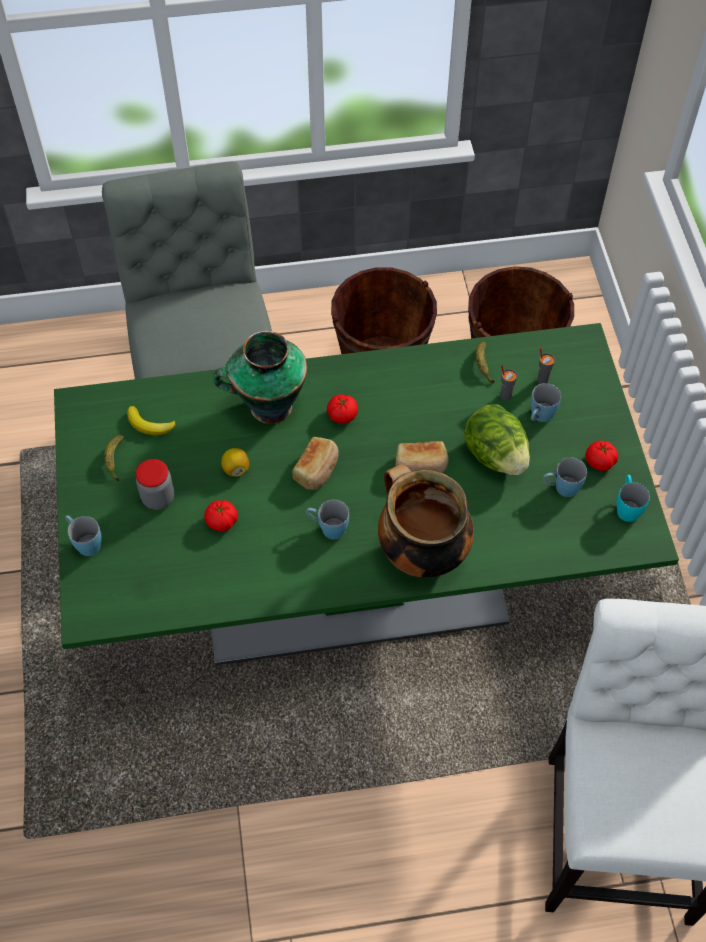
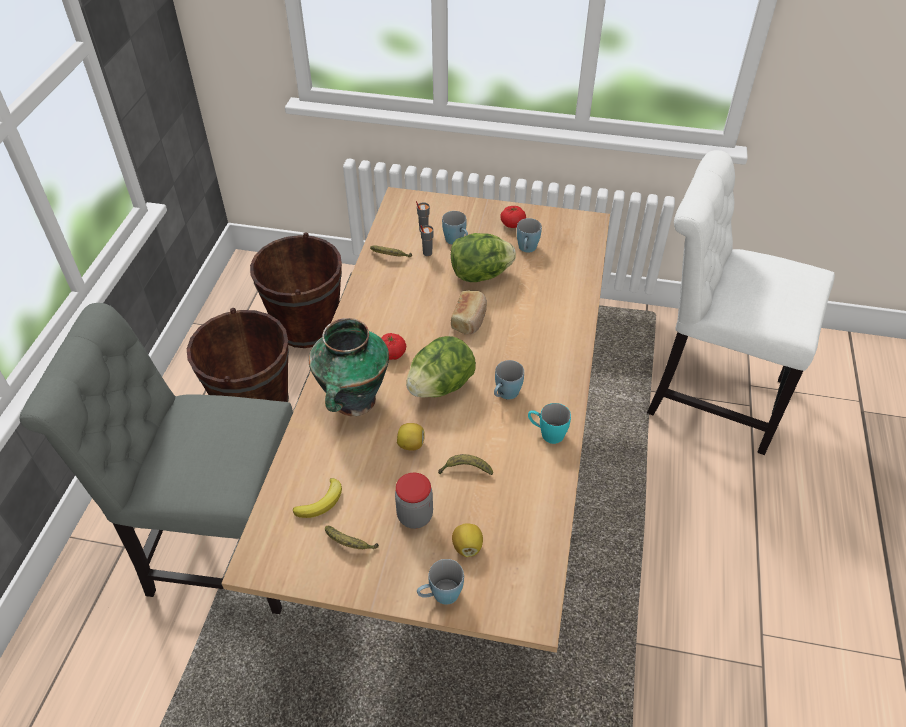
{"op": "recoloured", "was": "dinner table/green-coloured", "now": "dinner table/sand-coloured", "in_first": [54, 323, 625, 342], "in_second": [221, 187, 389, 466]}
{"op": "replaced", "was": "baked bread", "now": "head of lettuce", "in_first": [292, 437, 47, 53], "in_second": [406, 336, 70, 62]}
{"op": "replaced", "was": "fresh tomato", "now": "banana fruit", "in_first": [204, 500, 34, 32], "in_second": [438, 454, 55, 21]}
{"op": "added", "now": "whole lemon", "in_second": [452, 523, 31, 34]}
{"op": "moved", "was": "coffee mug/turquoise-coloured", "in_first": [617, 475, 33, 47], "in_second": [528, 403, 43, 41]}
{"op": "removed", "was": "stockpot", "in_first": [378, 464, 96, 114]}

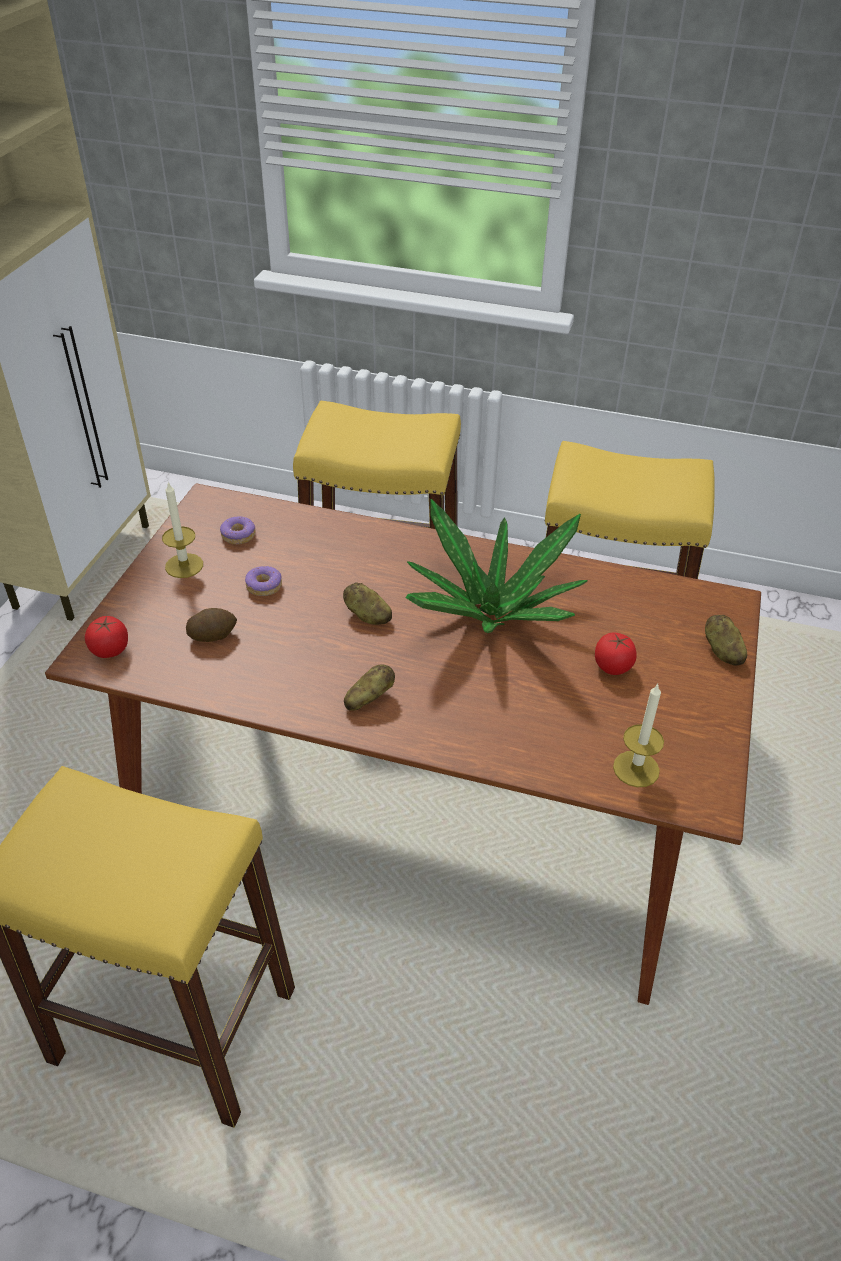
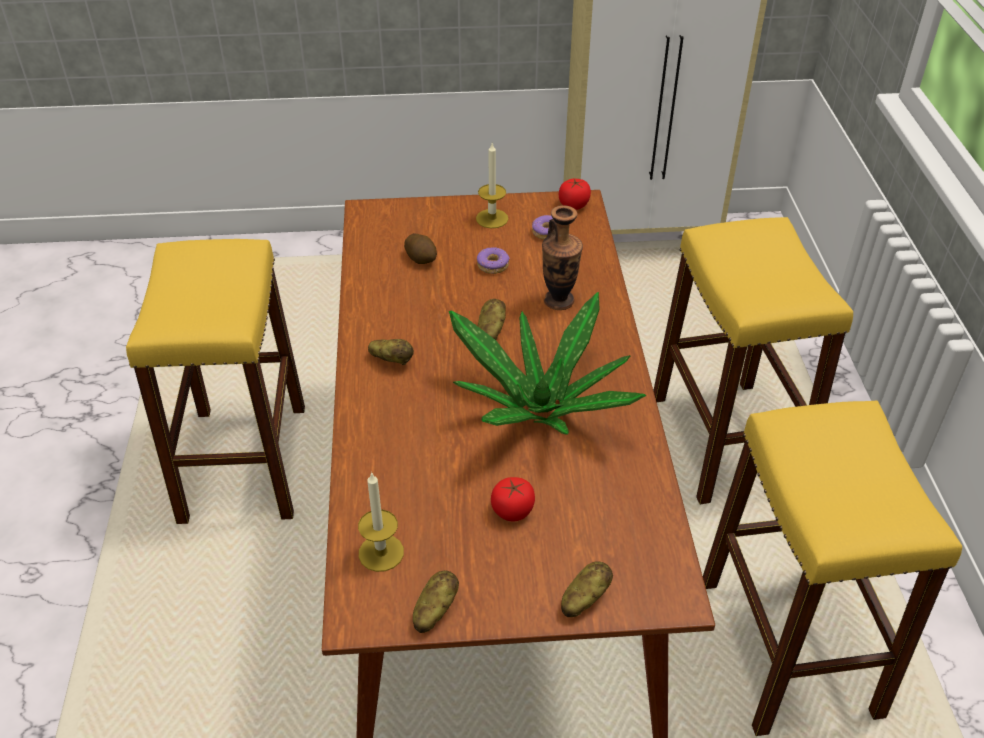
{"op": "added", "now": "whole potato", "in_second": [413, 570, 46, 63]}
{"op": "added", "now": "flower vase", "in_second": [542, 205, 41, 105]}
{"op": "moved", "was": "fresh tomato", "in_first": [85, 616, 43, 42], "in_second": [559, 179, 32, 31]}

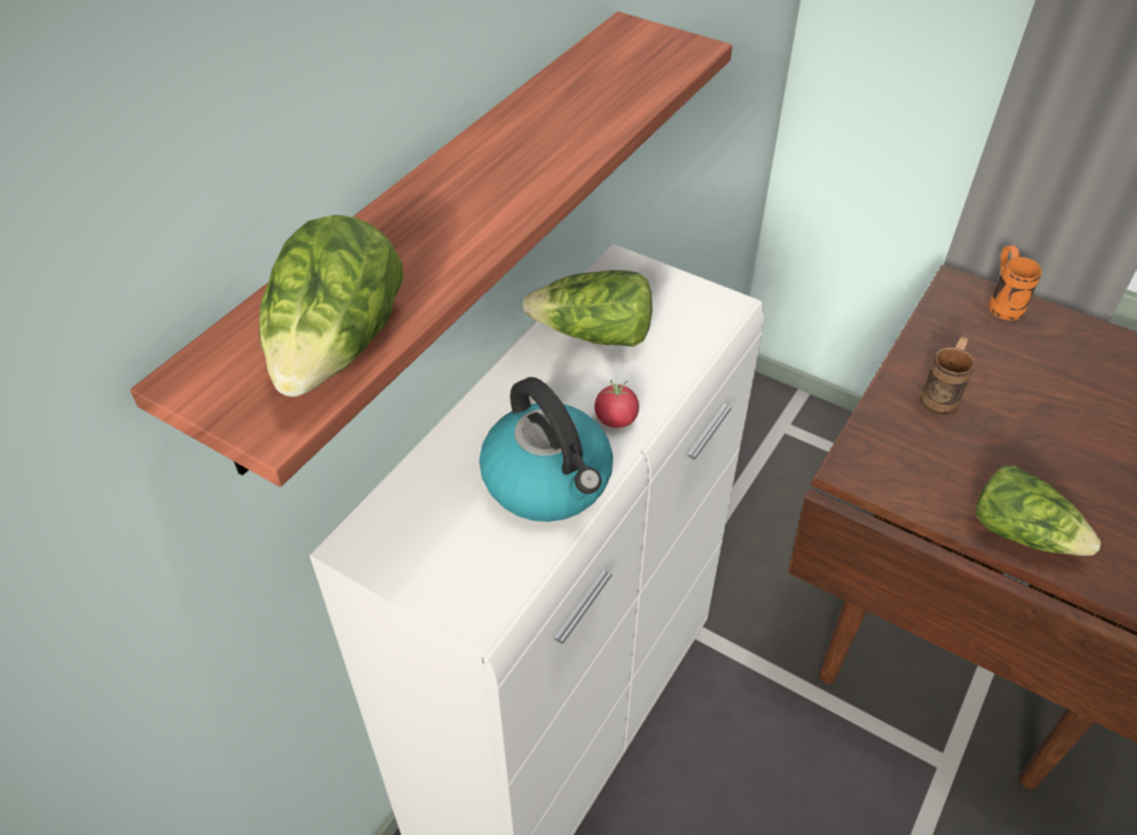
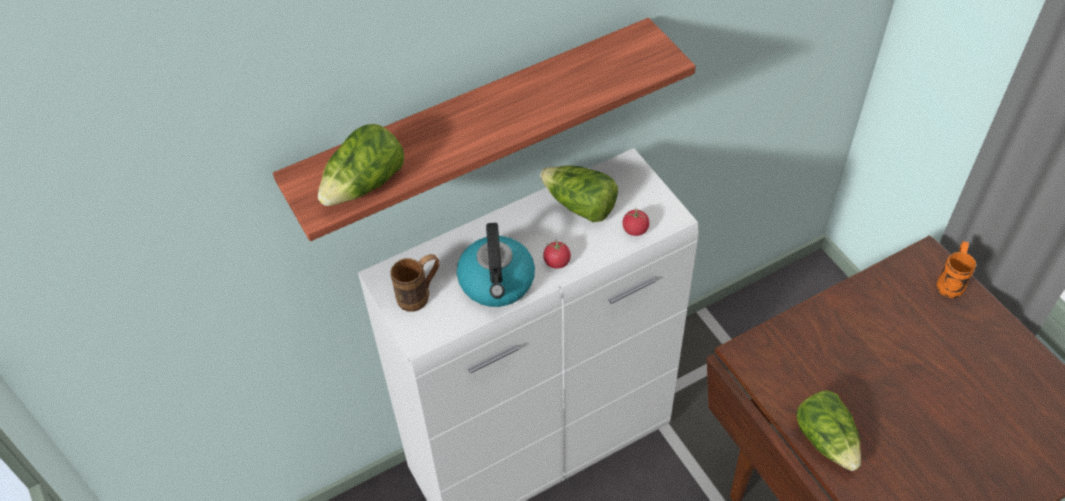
{"op": "moved", "was": "coffee mug/brown-coloured", "in_first": [920, 336, 55, 79], "in_second": [390, 254, 49, 58]}
{"op": "added", "now": "fresh tomato", "in_second": [622, 208, 27, 28]}

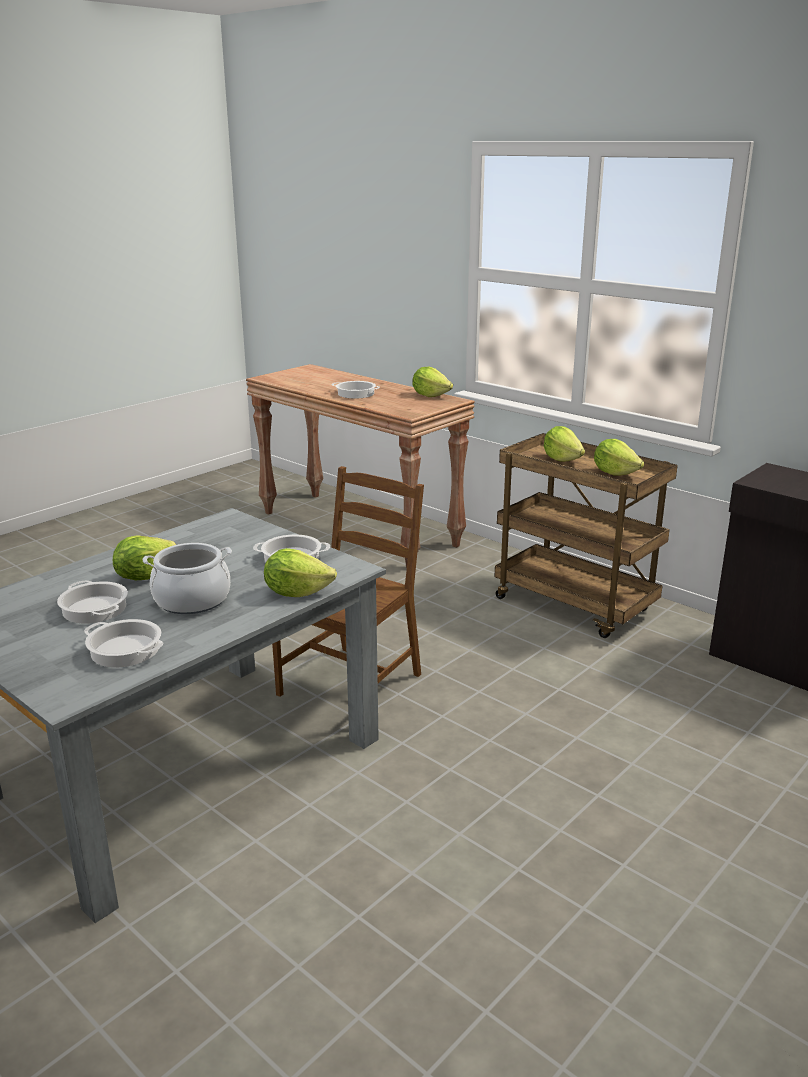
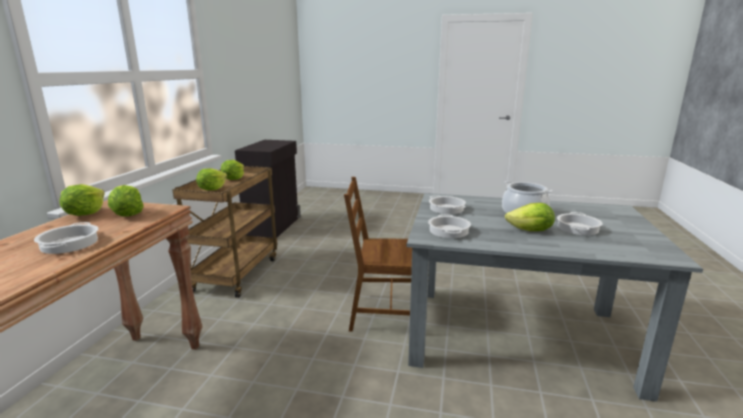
{"op": "moved", "was": "head of lettuce", "in_first": [264, 548, 73, 49], "in_second": [108, 185, 36, 32]}
{"op": "moved", "was": "stockpot", "in_first": [84, 619, 80, 48], "in_second": [428, 214, 43, 24]}

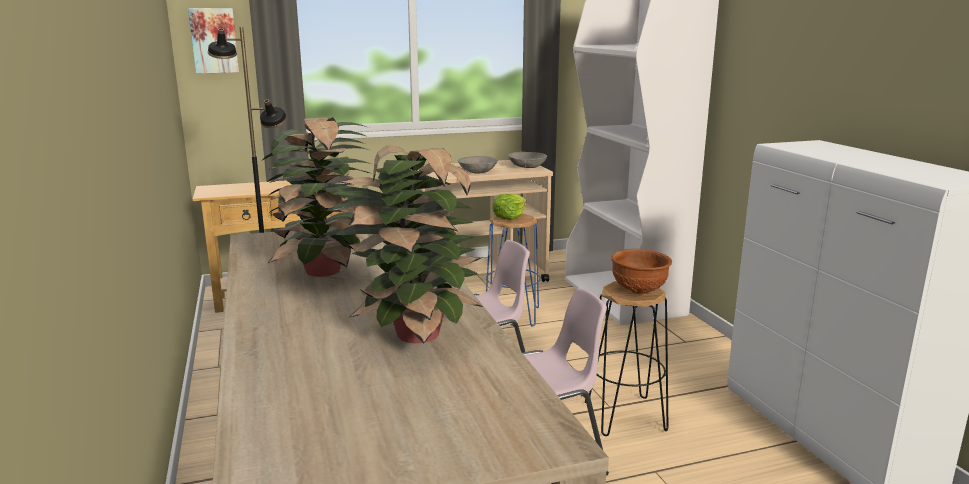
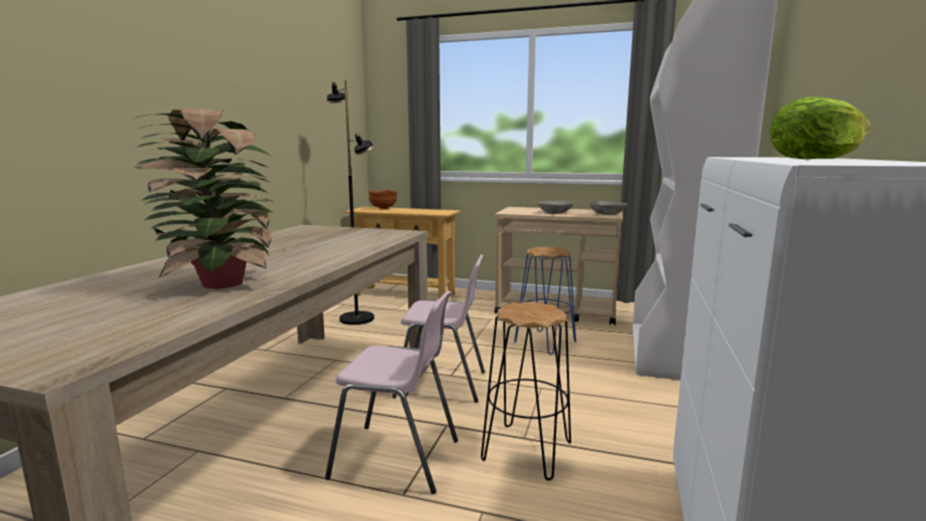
{"op": "moved", "was": "serving bowl/brown-coloured", "in_first": [611, 249, 61, 45], "in_second": [368, 190, 30, 19]}
{"op": "moved", "was": "head of lettuce", "in_first": [492, 194, 34, 26], "in_second": [769, 97, 102, 62]}
{"op": "removed", "was": "wall picture", "in_first": [188, 8, 51, 66]}
{"op": "removed", "was": "plant in a pot", "in_first": [263, 117, 109, 160]}

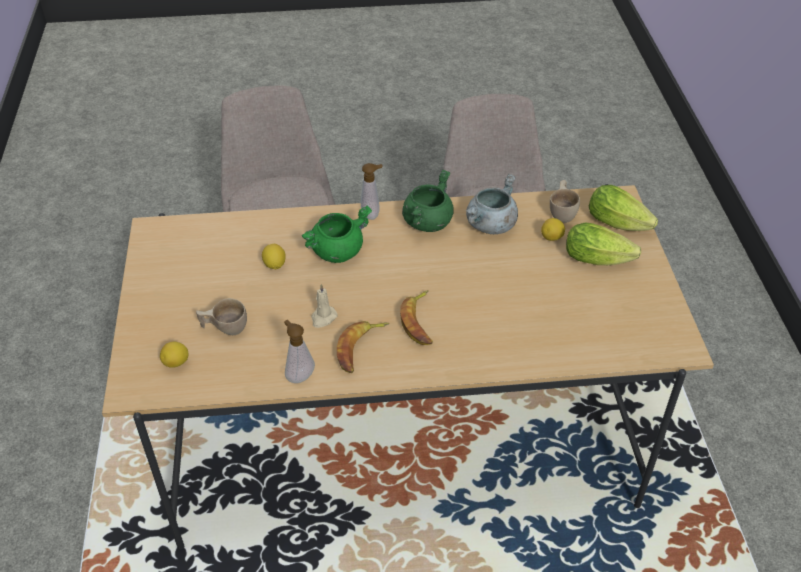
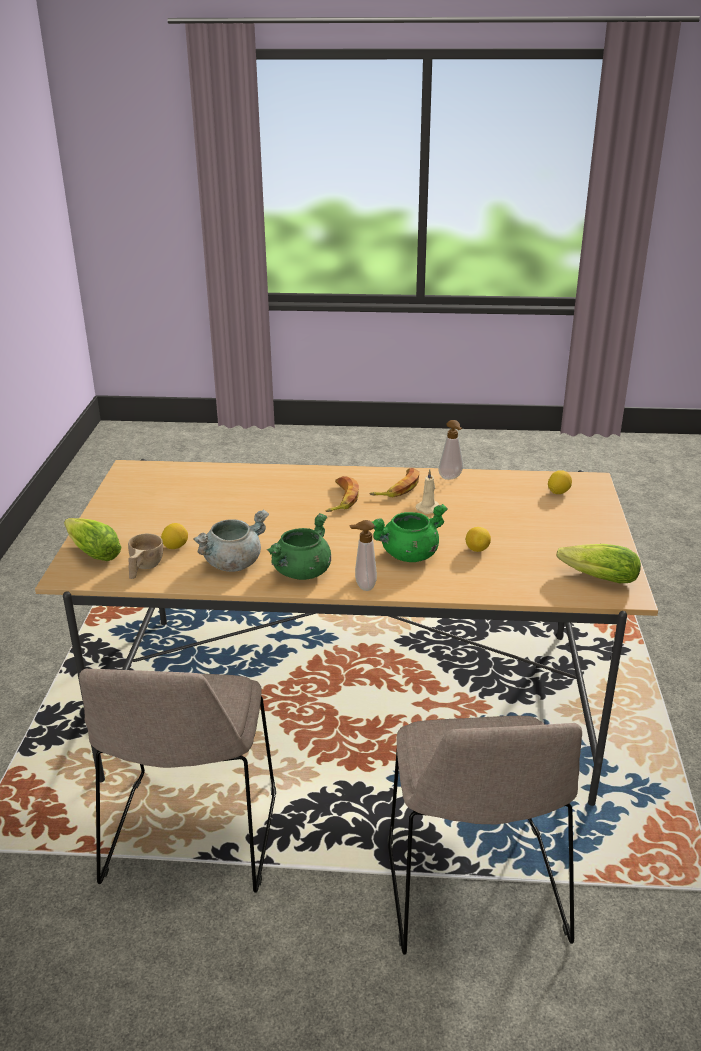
{"op": "moved", "was": "head of lettuce", "in_first": [566, 222, 75, 43], "in_second": [557, 544, 84, 39]}
{"op": "removed", "was": "drinking cup/sand-coloured", "in_first": [196, 298, 51, 37]}

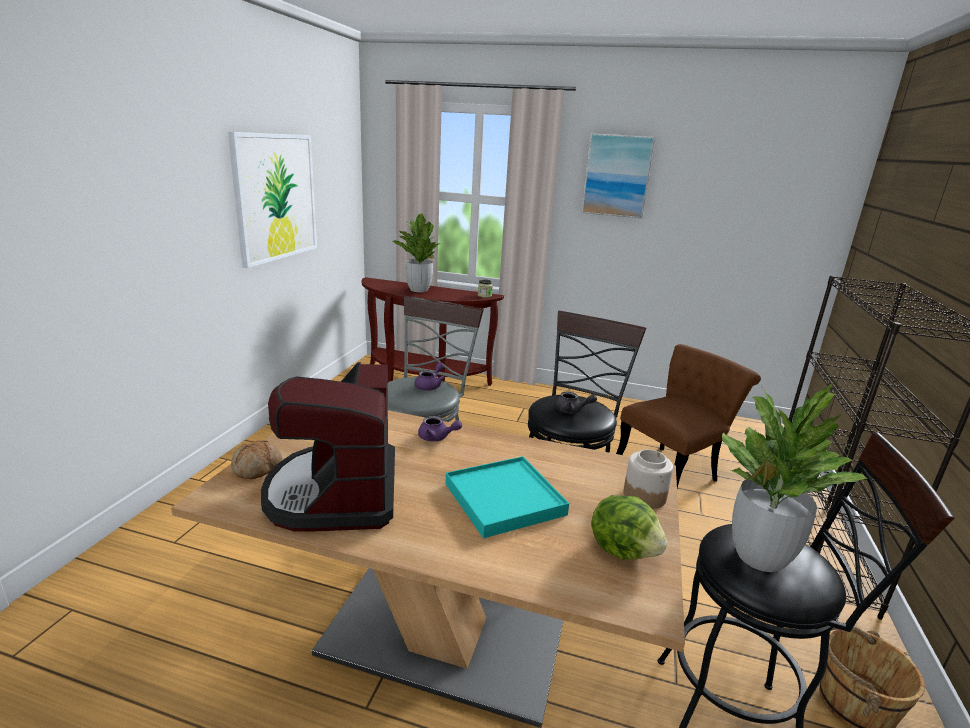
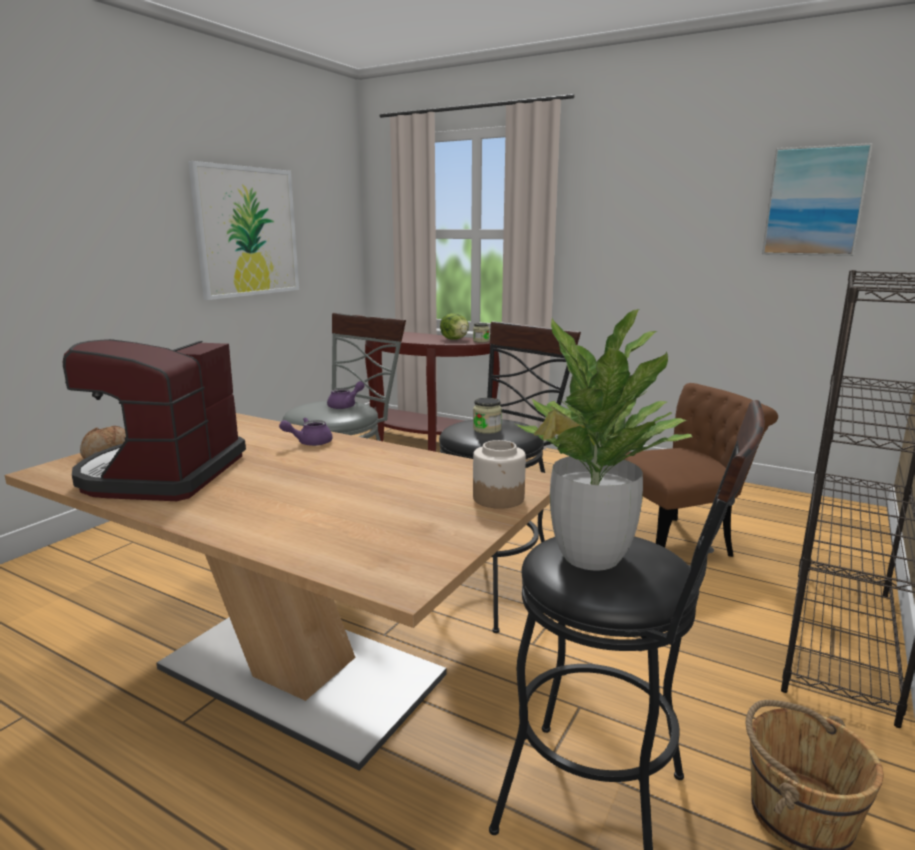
{"op": "turned", "was": "pot for tea/purple-coloured", "in_first": [418, 416, 44, 25], "in_second": [279, 418, 54, 28], "clockwise": 120}
{"op": "moved", "was": "head of lettuce", "in_first": [591, 495, 76, 65], "in_second": [440, 313, 29, 27]}
{"op": "replaced", "was": "pot for tea/grey", "now": "jar", "in_first": [555, 392, 42, 21], "in_second": [473, 398, 29, 36]}
{"op": "moved", "was": "wall picture", "in_first": [581, 133, 74, 85], "in_second": [762, 143, 111, 113]}
{"op": "removed", "was": "plant in a pot", "in_first": [392, 214, 49, 78]}
{"op": "removed", "was": "tray/turquoise-coloured", "in_first": [446, 456, 123, 82]}

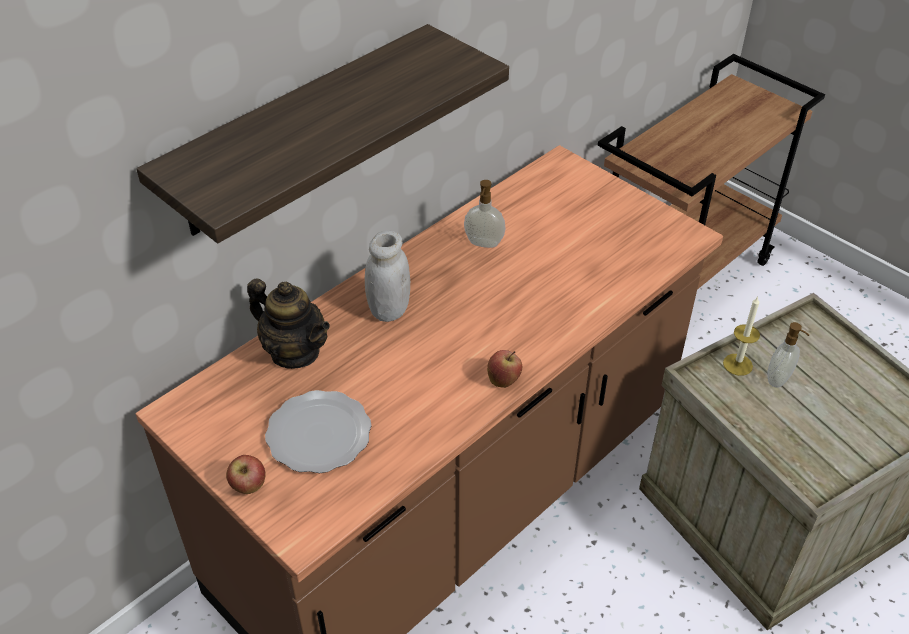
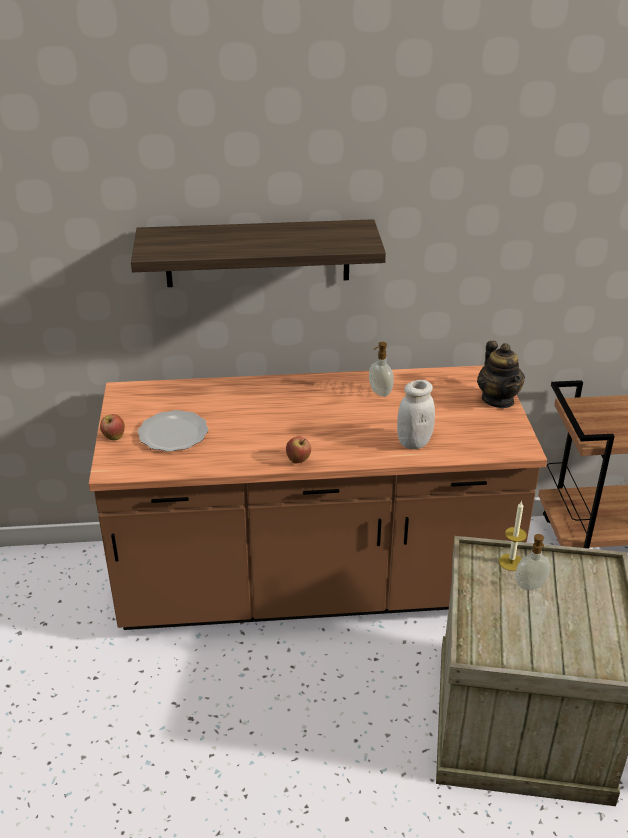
{"op": "moved", "was": "jar/white", "in_first": [365, 230, 45, 92], "in_second": [397, 380, 38, 69]}
{"op": "moved", "was": "pot for tea", "in_first": [247, 278, 83, 91], "in_second": [477, 341, 48, 67]}

